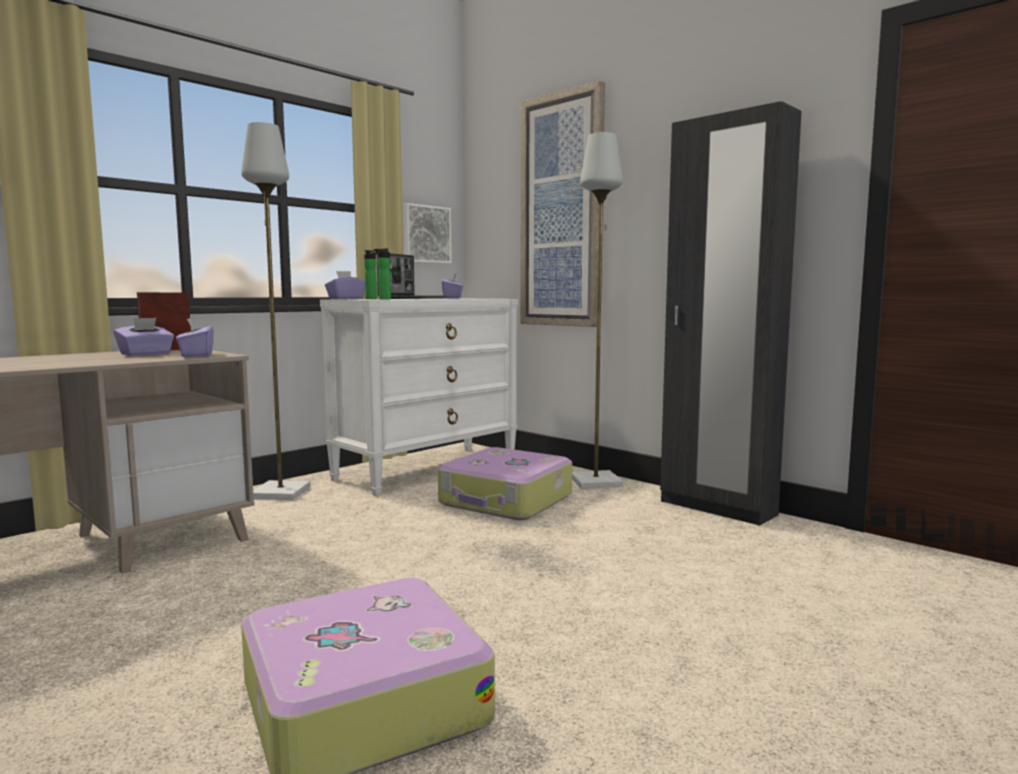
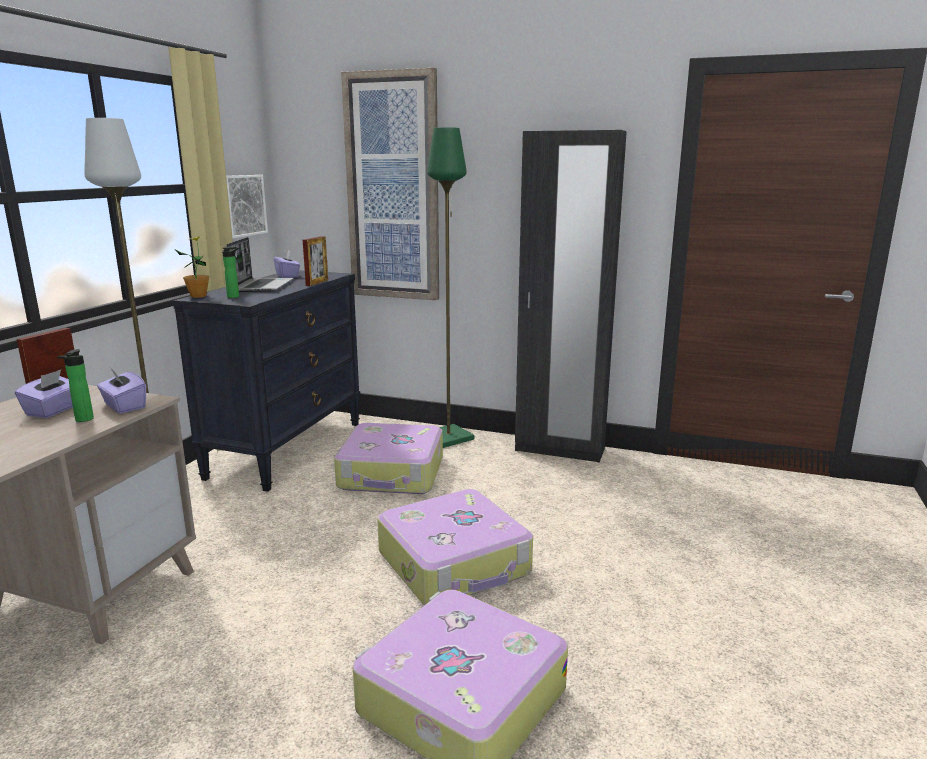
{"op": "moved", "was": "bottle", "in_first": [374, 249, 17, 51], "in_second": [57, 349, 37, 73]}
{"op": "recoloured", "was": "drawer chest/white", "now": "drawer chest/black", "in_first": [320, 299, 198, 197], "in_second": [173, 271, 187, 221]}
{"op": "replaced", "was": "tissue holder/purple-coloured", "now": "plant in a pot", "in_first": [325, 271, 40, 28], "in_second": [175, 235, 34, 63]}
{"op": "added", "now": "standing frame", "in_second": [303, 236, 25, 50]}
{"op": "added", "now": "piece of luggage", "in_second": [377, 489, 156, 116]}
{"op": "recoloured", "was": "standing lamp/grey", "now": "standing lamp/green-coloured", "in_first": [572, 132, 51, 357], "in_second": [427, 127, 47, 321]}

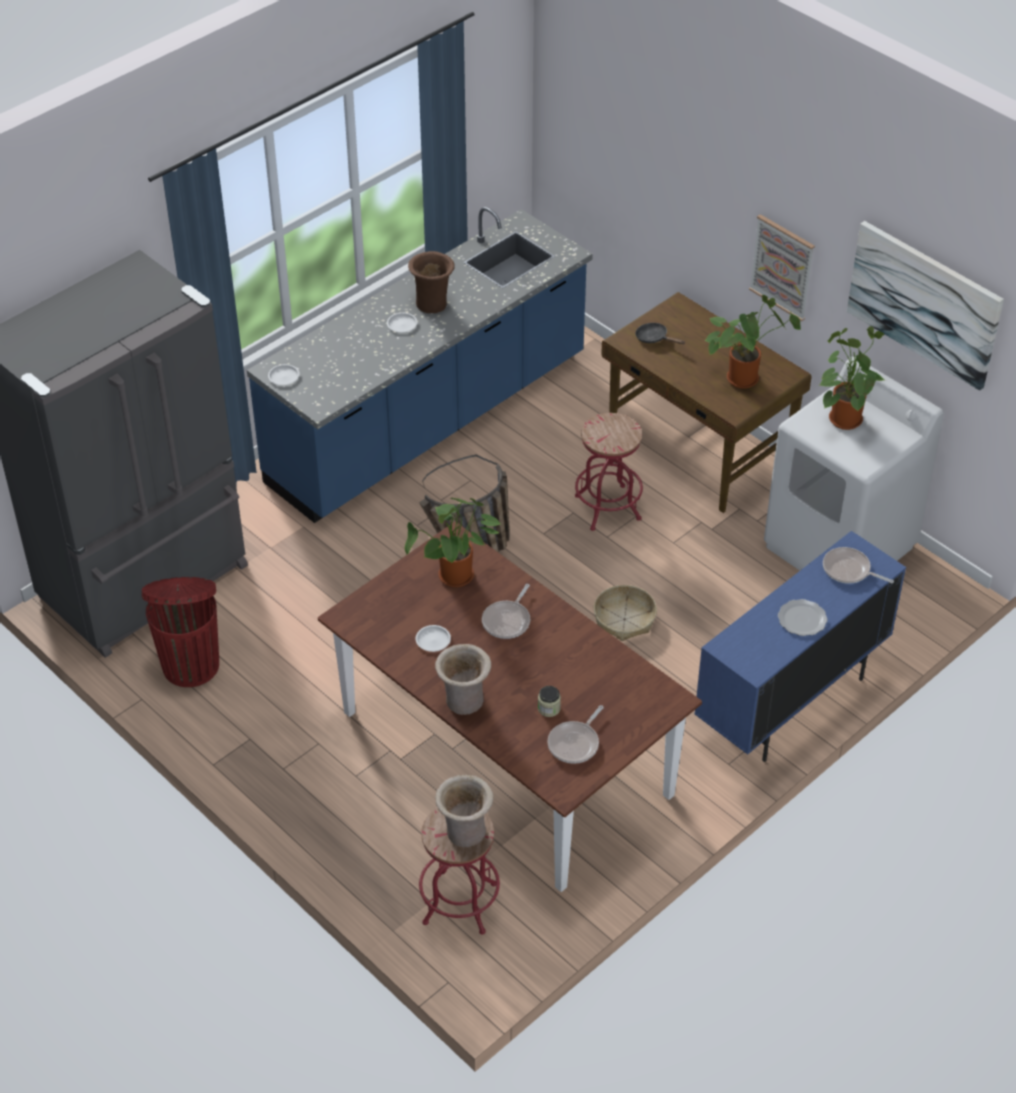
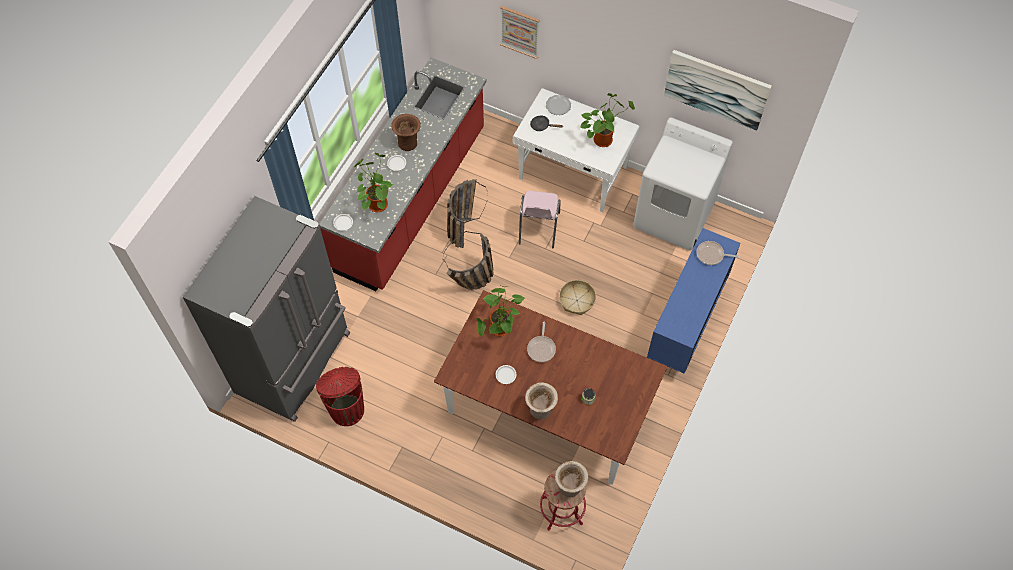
{"op": "recoloured", "was": "kitchen base unit/bluish", "now": "kitchen base unit/red-coloured", "in_first": [247, 207, 346, 316], "in_second": [319, 58, 168, 233]}
{"op": "moved", "was": "plant in a pot", "in_first": [818, 326, 68, 104], "in_second": [354, 153, 39, 59]}
{"op": "added", "now": "storage basket", "in_second": [447, 179, 41, 69]}
{"op": "moved", "was": "wall picture", "in_first": [749, 214, 66, 107], "in_second": [500, 6, 40, 53]}
{"op": "recoloured", "was": "desk unit/brown-coloured", "now": "desk unit/white", "in_first": [601, 292, 211, 221], "in_second": [513, 88, 127, 125]}
{"op": "replaced", "was": "sitting stool/red-coloured", "now": "plain chair/pink", "in_first": [575, 413, 68, 118], "in_second": [519, 191, 42, 57]}
{"op": "moved", "was": "plate", "in_first": [778, 599, 50, 37], "in_second": [546, 95, 25, 20]}
{"op": "removed", "was": "pan", "in_first": [547, 705, 57, 59]}

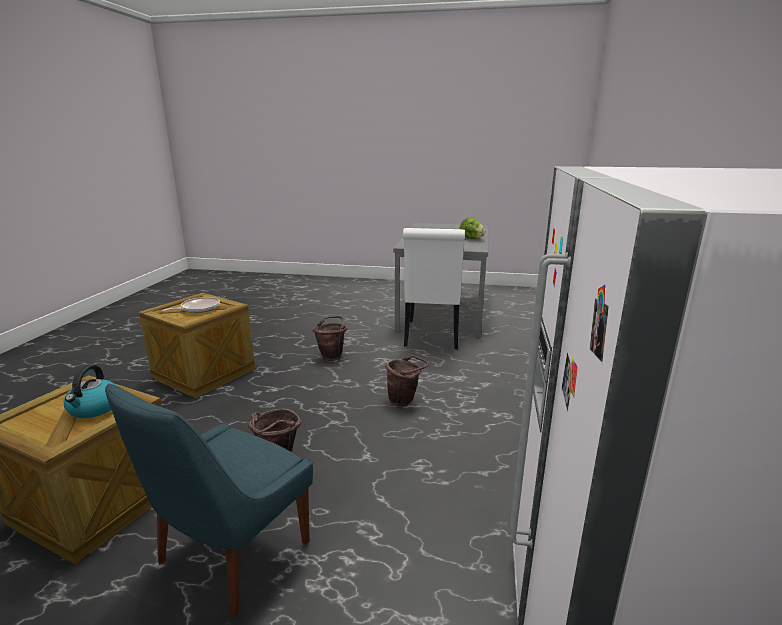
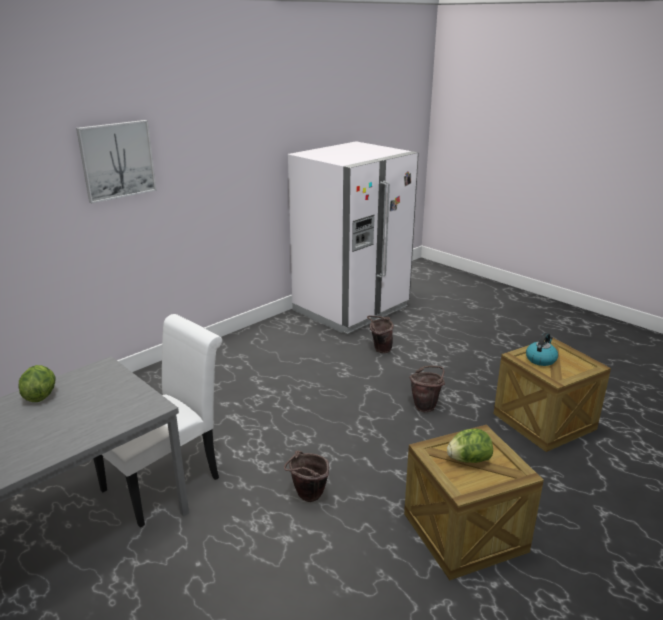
{"op": "added", "now": "wall picture", "in_second": [76, 120, 81, 84]}
{"op": "moved", "was": "water bucket/brown-coloured", "in_first": [385, 355, 44, 52], "in_second": [367, 316, 27, 37]}
{"op": "replaced", "was": "pan", "now": "head of lettuce", "in_first": [162, 297, 58, 16], "in_second": [447, 429, 46, 34]}
{"op": "removed", "was": "plain chair/bluish", "in_first": [105, 384, 208, 233]}

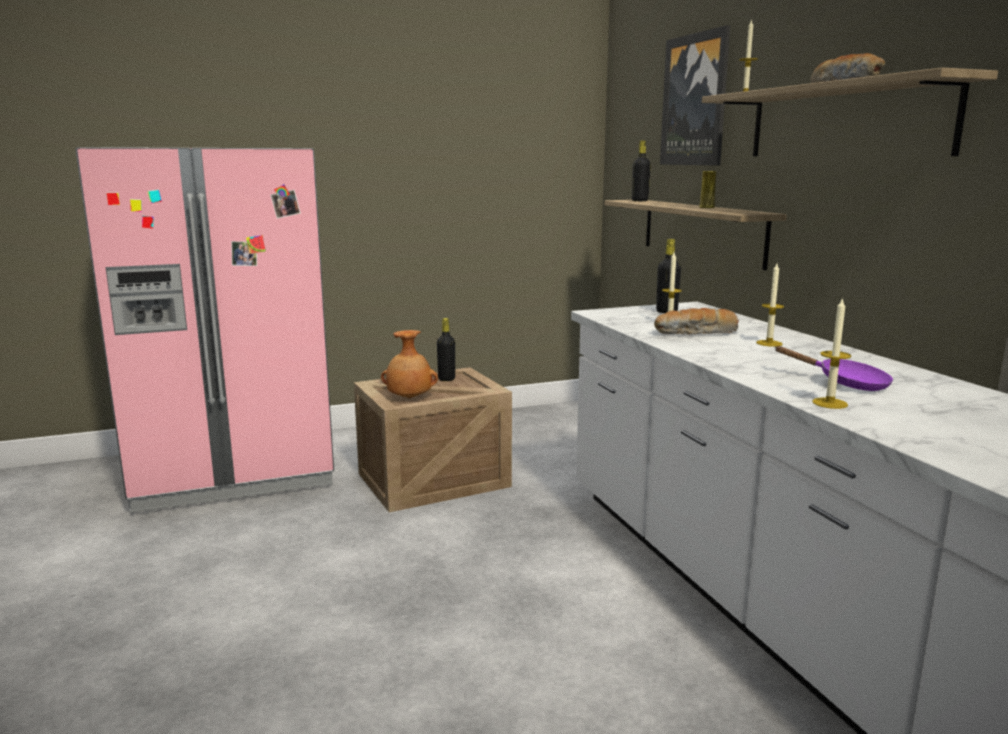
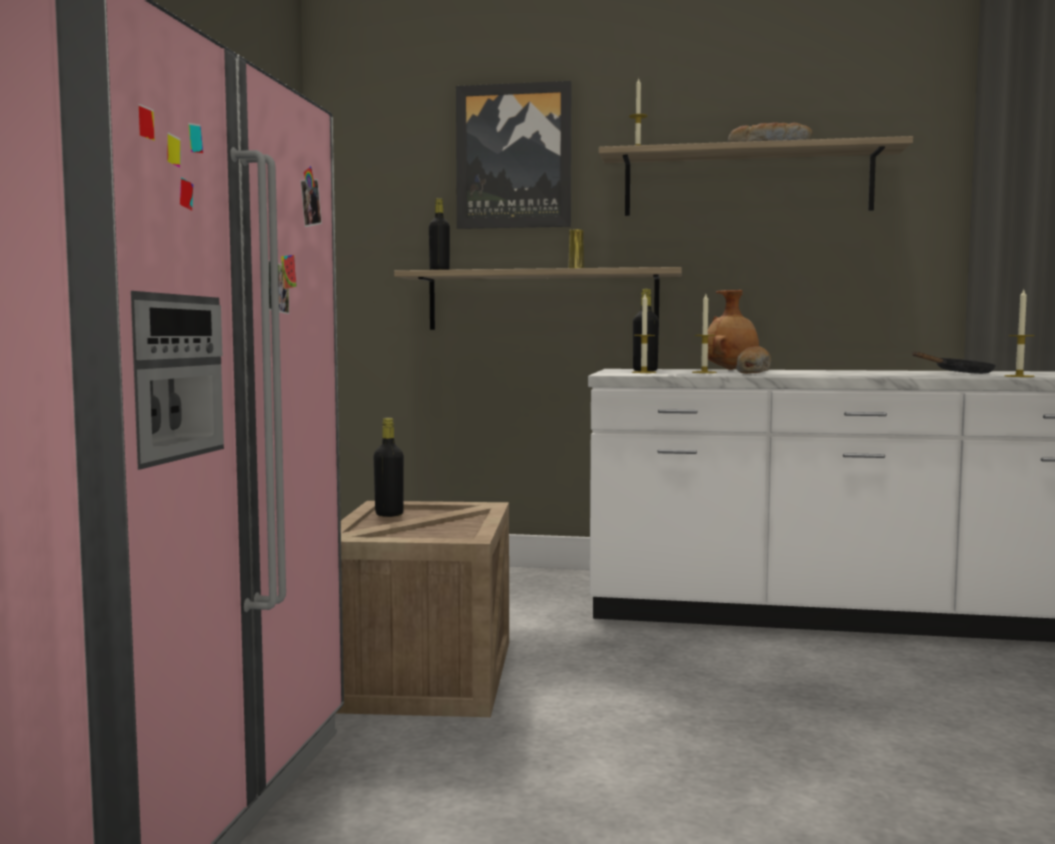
{"op": "moved", "was": "wax candle", "in_first": [756, 264, 28, 83], "in_second": [632, 294, 24, 79]}
{"op": "moved", "was": "flower vase/brown-coloured", "in_first": [381, 330, 57, 68], "in_second": [708, 290, 51, 80]}
{"op": "recoloured", "was": "pan/purple-coloured", "now": "pan/black", "in_first": [774, 346, 119, 45], "in_second": [912, 352, 84, 22]}

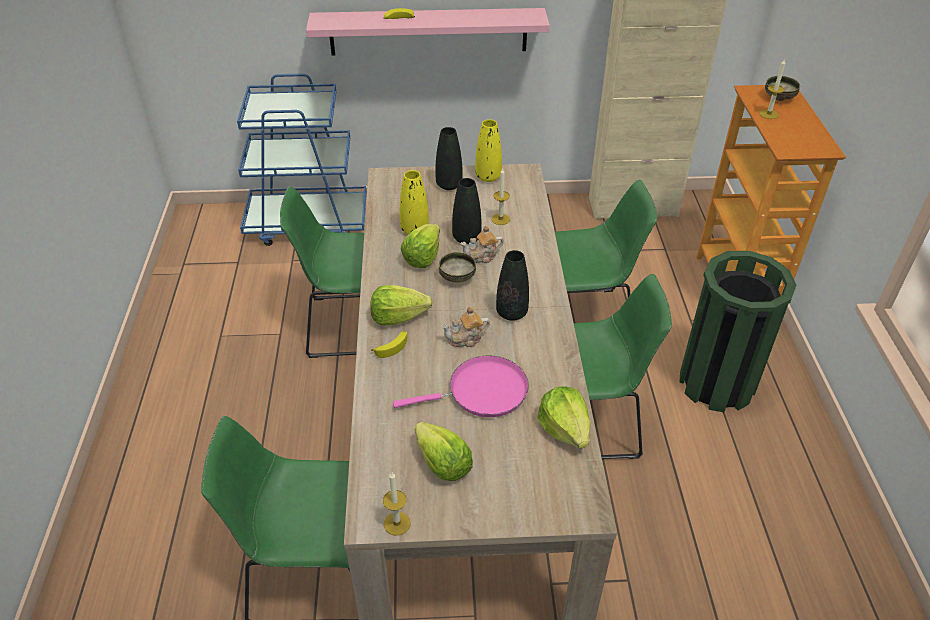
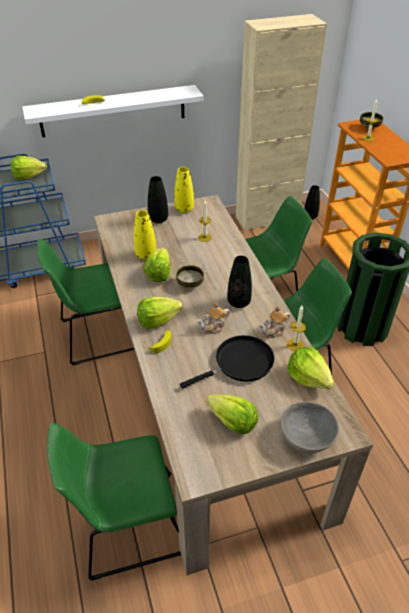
{"op": "added", "now": "head of lettuce", "in_second": [10, 156, 37, 23]}
{"op": "recoloured", "was": "bracket shelf/pink", "now": "bracket shelf/white", "in_first": [306, 8, 244, 48], "in_second": [22, 85, 182, 52]}
{"op": "recoloured", "was": "pan/pink", "now": "pan/black", "in_first": [393, 356, 136, 61], "in_second": [180, 335, 95, 54]}
{"op": "moved", "was": "pot for tea", "in_first": [460, 226, 44, 37], "in_second": [259, 306, 31, 32]}
{"op": "added", "now": "serving bowl/grey", "in_second": [280, 402, 59, 51]}
{"op": "moved", "was": "wax candle", "in_first": [383, 472, 28, 63], "in_second": [287, 306, 19, 45]}
{"op": "moved", "was": "flower vase/black", "in_first": [452, 178, 30, 66], "in_second": [304, 185, 16, 34]}

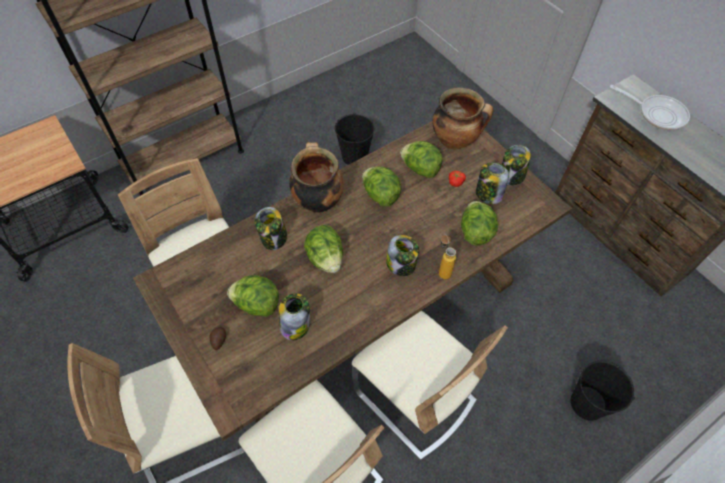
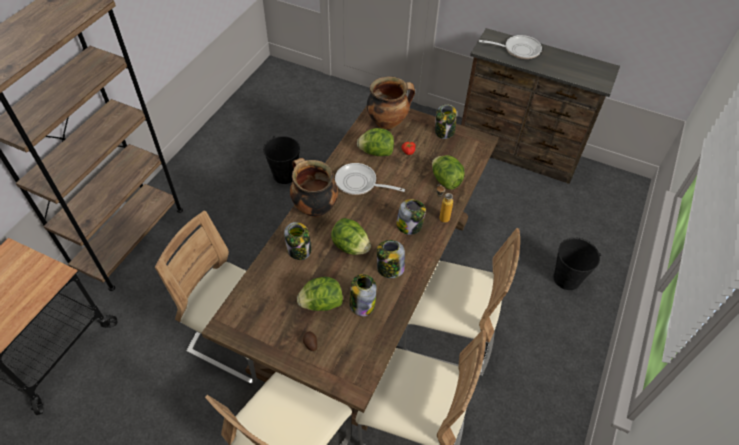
{"op": "replaced", "was": "head of lettuce", "now": "pan", "in_first": [362, 167, 39, 39], "in_second": [335, 163, 70, 32]}
{"op": "moved", "was": "jar", "in_first": [476, 162, 33, 42], "in_second": [377, 240, 28, 38]}

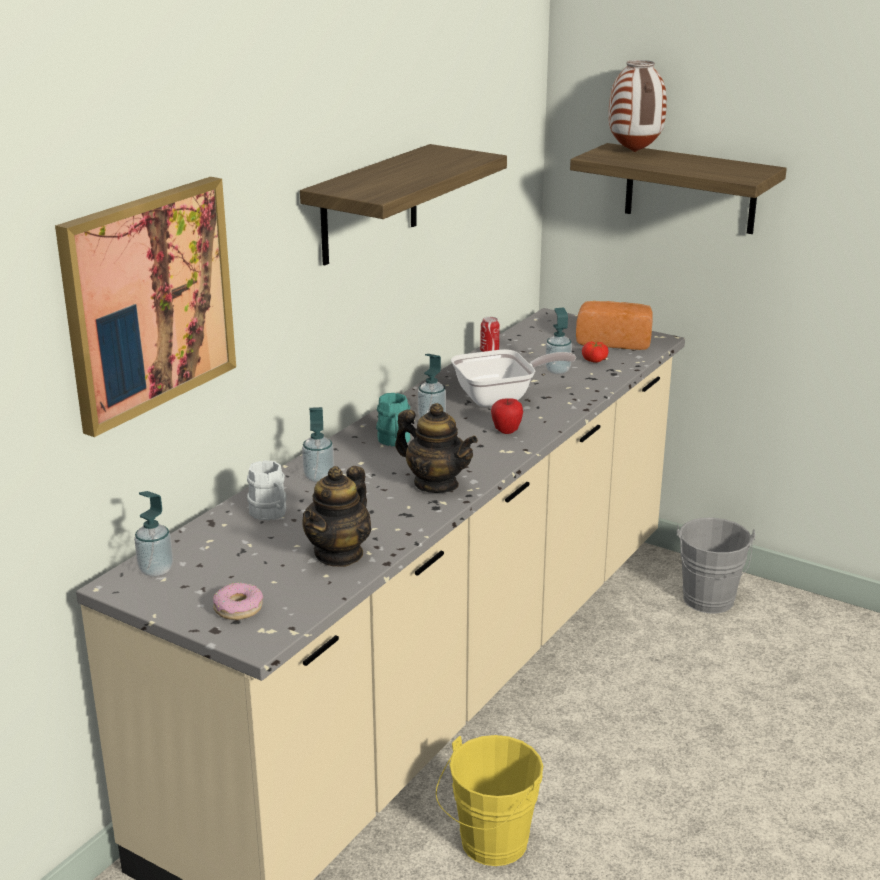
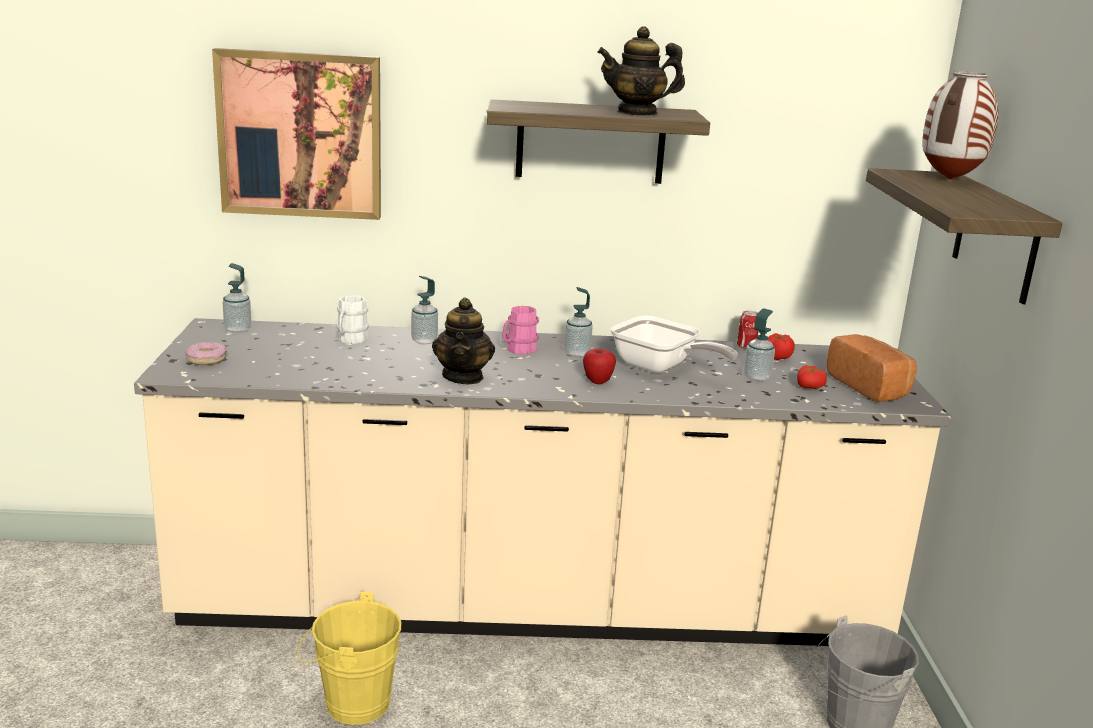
{"op": "recoloured", "was": "coffee mug/turquoise-coloured", "now": "coffee mug/pink", "in_first": [376, 393, 34, 53], "in_second": [502, 306, 37, 48]}
{"op": "moved", "was": "pot for tea", "in_first": [302, 466, 70, 101], "in_second": [597, 26, 88, 90]}
{"op": "added", "now": "fresh tomato", "in_second": [768, 333, 27, 27]}

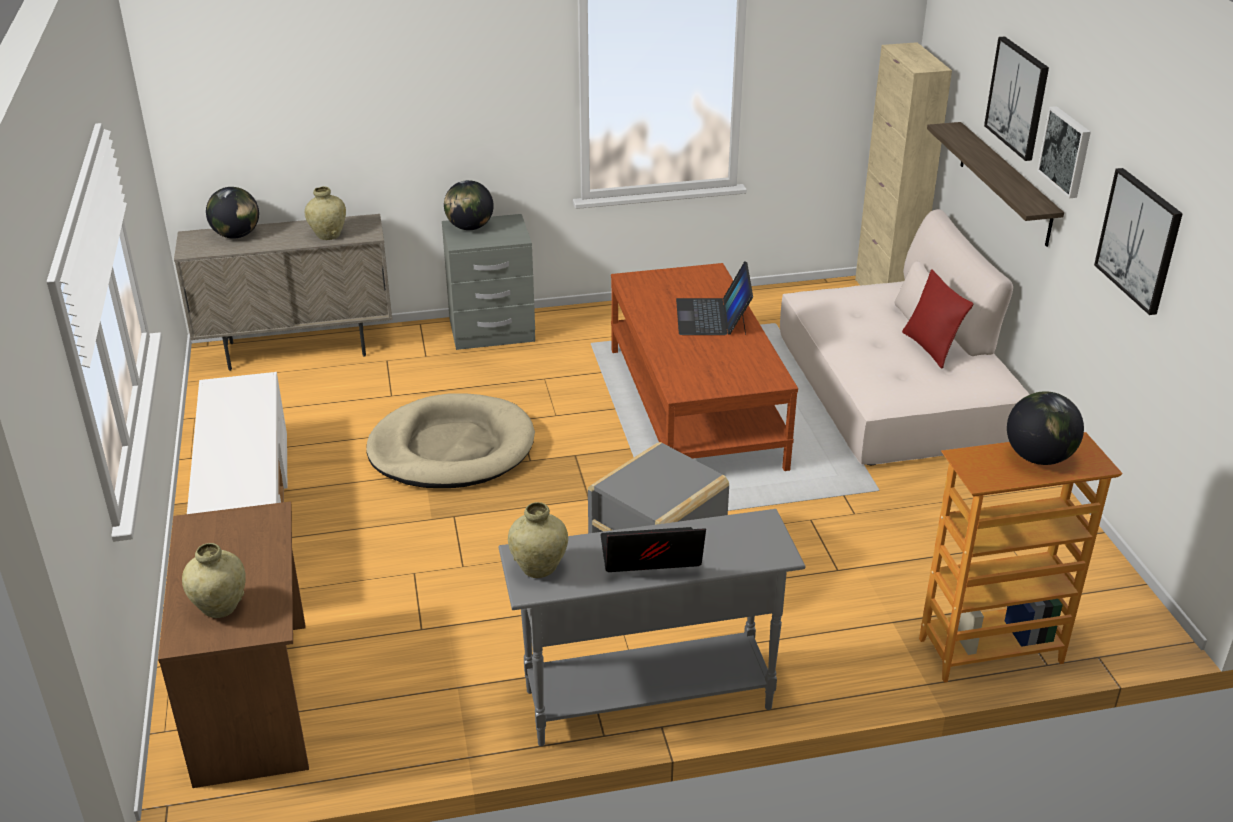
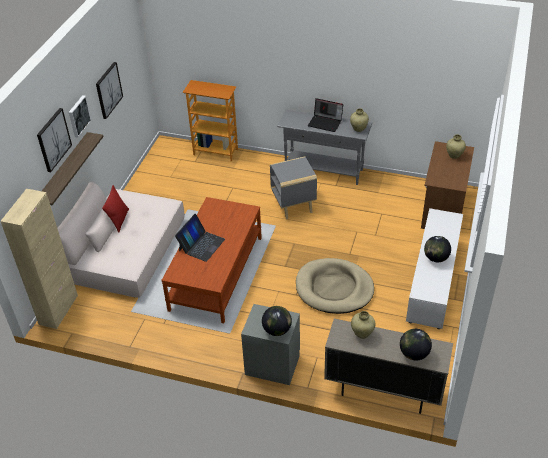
{"op": "moved", "was": "world globe", "in_first": [1007, 391, 77, 74], "in_second": [424, 236, 27, 26]}

